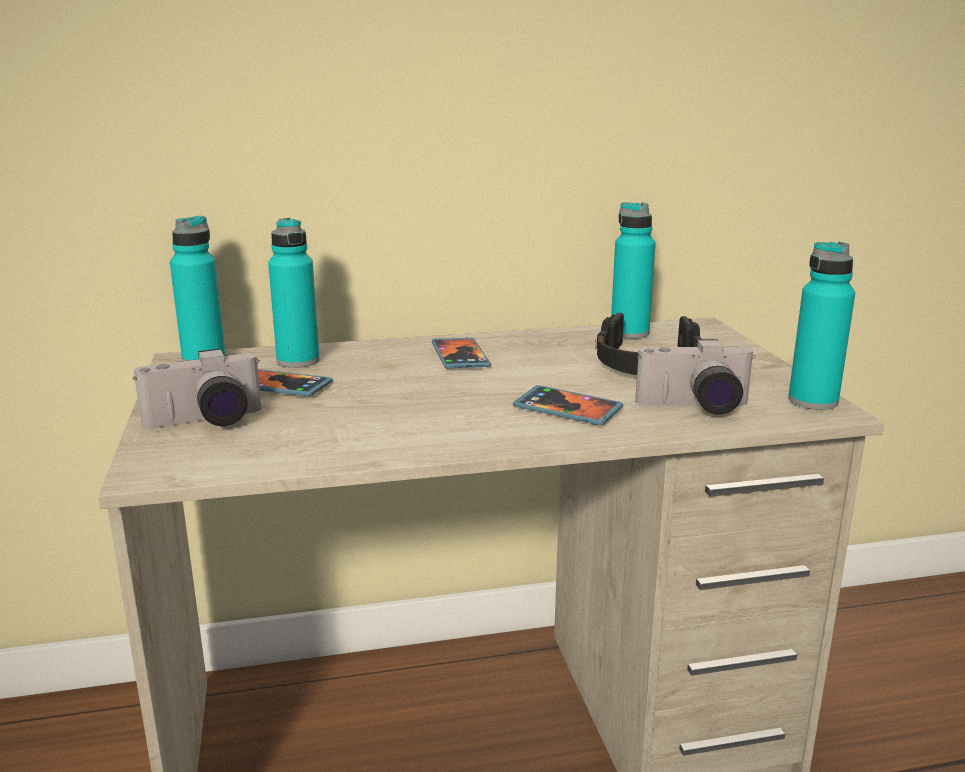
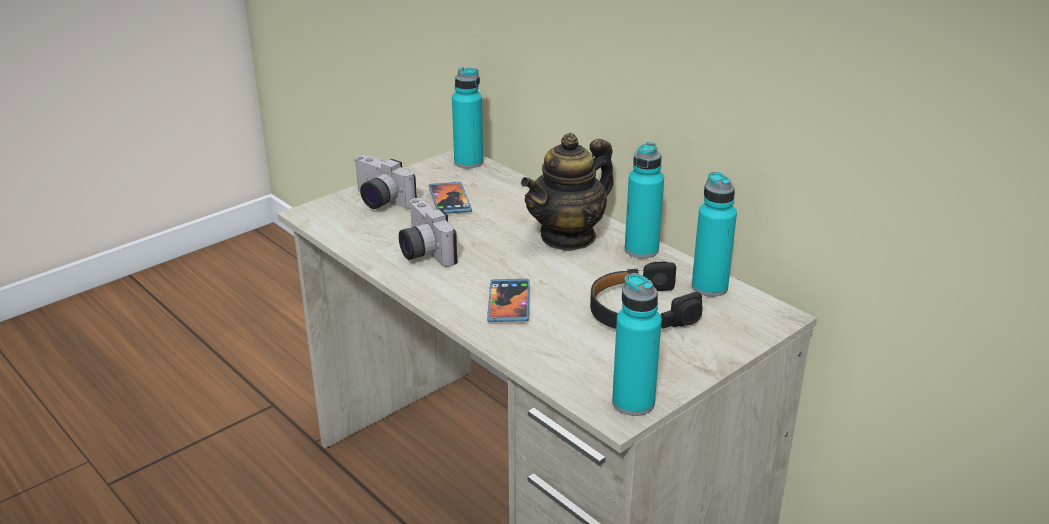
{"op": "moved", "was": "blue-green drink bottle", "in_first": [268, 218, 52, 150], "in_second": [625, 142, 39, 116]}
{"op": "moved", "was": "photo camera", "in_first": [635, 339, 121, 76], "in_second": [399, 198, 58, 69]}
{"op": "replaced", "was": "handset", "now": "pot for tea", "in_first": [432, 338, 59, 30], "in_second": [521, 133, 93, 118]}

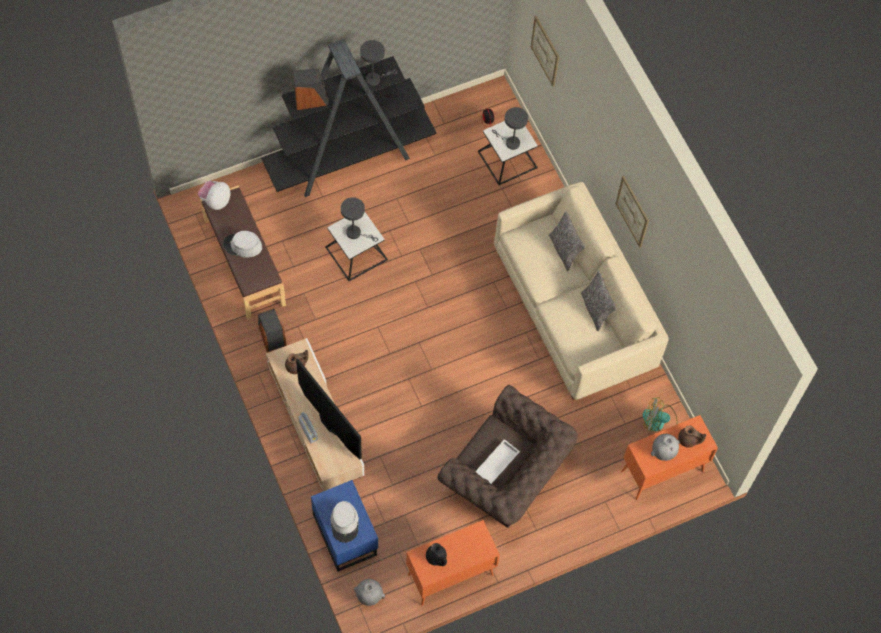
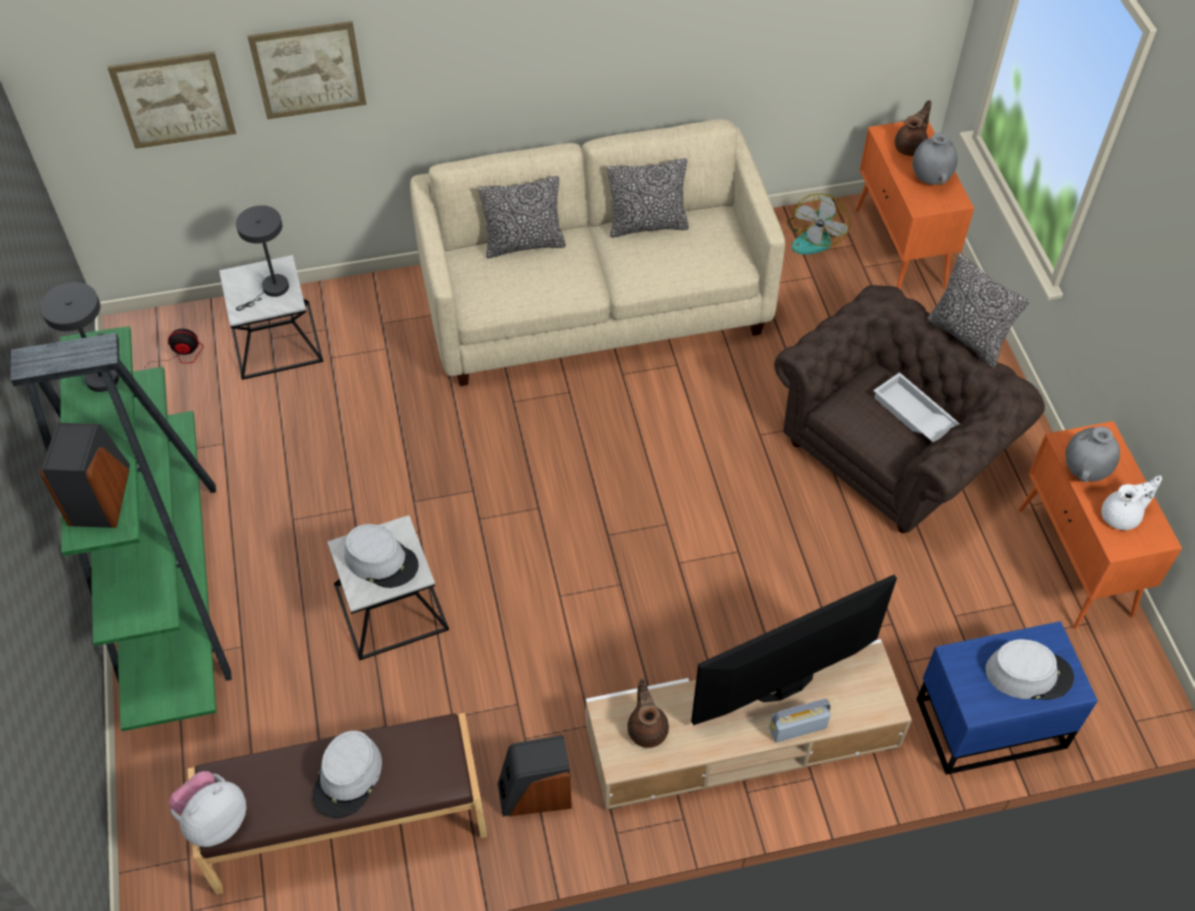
{"op": "added", "now": "pillow", "in_second": [927, 254, 103, 114]}
{"op": "moved", "was": "grey decorative vase", "in_first": [354, 579, 31, 27], "in_second": [1065, 426, 55, 56]}
{"op": "moved", "was": "picture", "in_first": [615, 176, 34, 71], "in_second": [248, 21, 119, 98]}
{"op": "replaced", "was": "grey lamp for a table", "now": "grey wearable hat", "in_first": [341, 197, 37, 45], "in_second": [344, 524, 75, 64]}
{"op": "recoloured", "was": "black-coloured bookshelf", "now": "green bookshelf", "in_first": [261, 39, 176, 158], "in_second": [11, 326, 221, 405]}
{"op": "recoloured", "was": "black-coloured pot for tea", "now": "white-coloured pot for tea", "in_first": [426, 543, 21, 23], "in_second": [1101, 475, 61, 55]}
{"op": "turned", "was": "soft toy", "in_first": [198, 181, 33, 29], "in_second": [169, 771, 77, 76], "clockwise": 90}

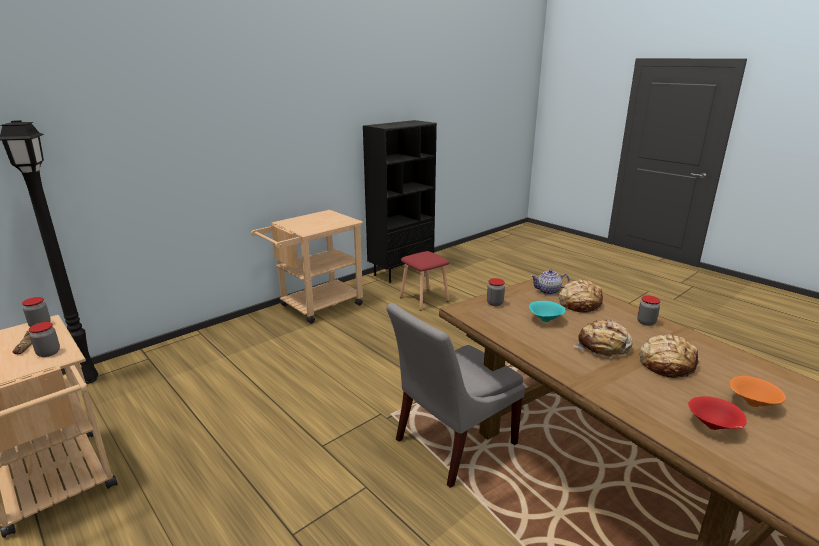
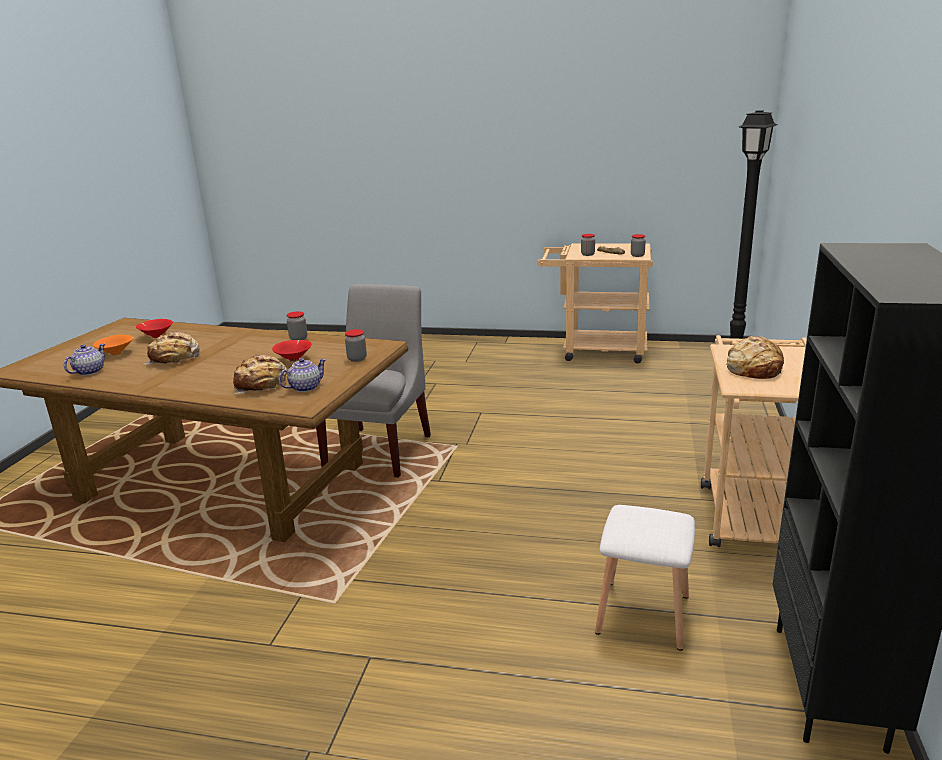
{"op": "added", "now": "pot for tea", "in_second": [64, 344, 41, 32]}
{"op": "moved", "was": "baked bread", "in_first": [573, 319, 60, 40], "in_second": [726, 336, 58, 43]}
{"op": "moved", "was": "jar", "in_first": [637, 296, 23, 30], "in_second": [287, 311, 20, 29]}
{"op": "recoloured", "was": "red-coloured stool", "now": "white-coloured stool", "in_first": [400, 251, 49, 60], "in_second": [595, 505, 100, 146]}
{"op": "recoloured", "was": "blue-green bowl", "now": "red-coloured bowl", "in_first": [529, 301, 37, 21], "in_second": [272, 340, 40, 22]}

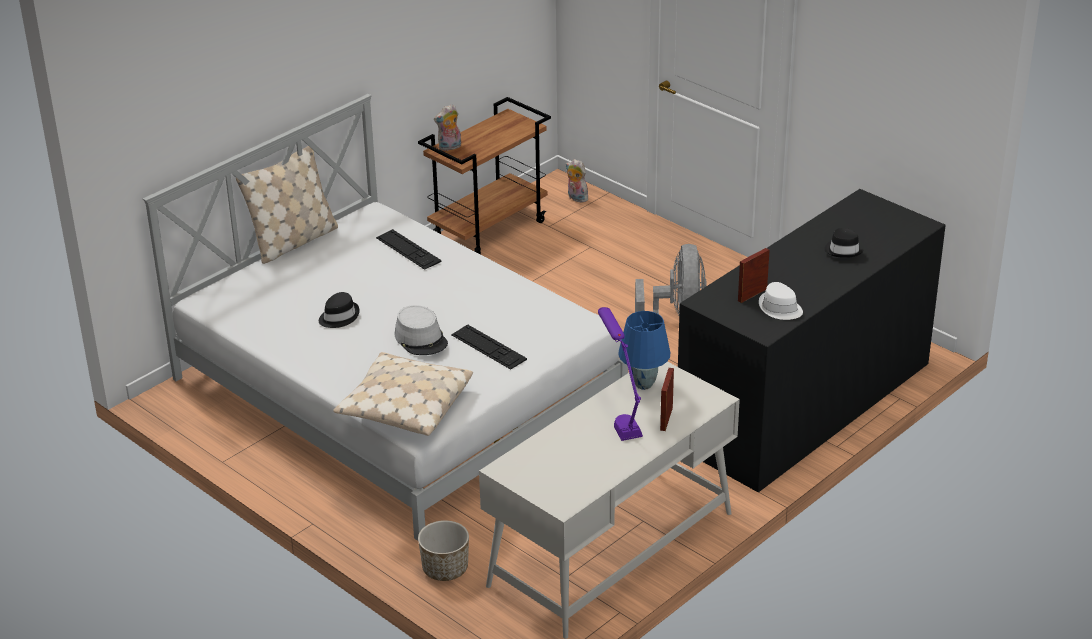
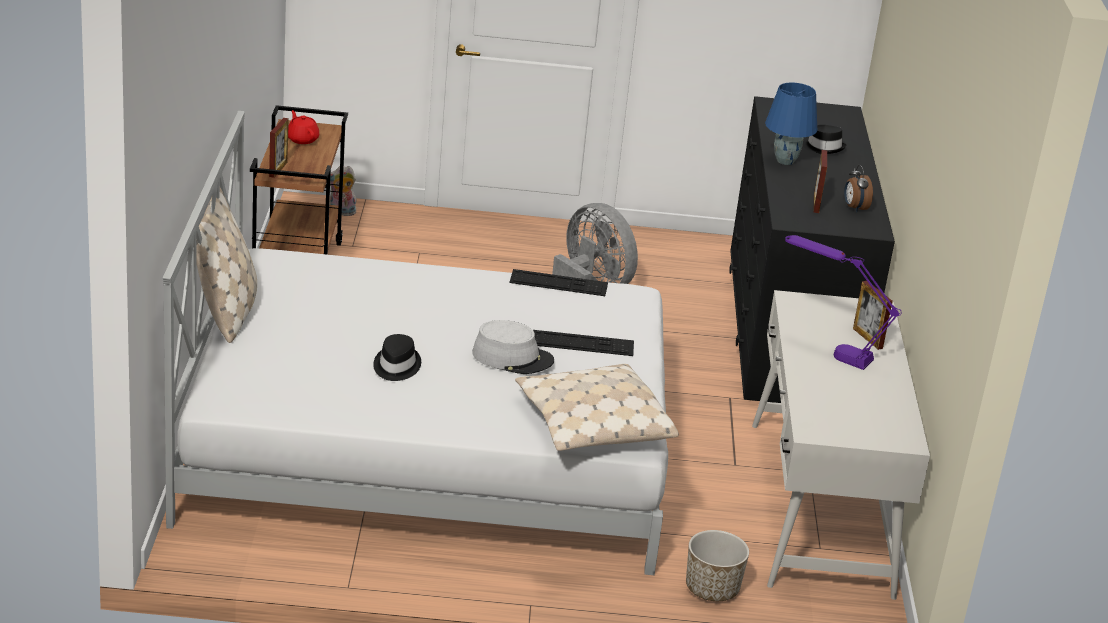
{"op": "added", "now": "red-coloured pot for tea", "in_second": [288, 110, 31, 34]}
{"op": "moved", "was": "PC keyboard", "in_first": [376, 229, 65, 41], "in_second": [509, 269, 99, 27]}
{"op": "moved", "was": "bluish lamp for a table", "in_first": [618, 311, 52, 79], "in_second": [765, 82, 52, 83]}
{"op": "replaced", "was": "soft toy", "now": "standing frame", "in_first": [434, 104, 27, 47], "in_second": [269, 118, 20, 60]}
{"op": "replaced", "was": "white-coloured wearable hat", "now": "table clock", "in_first": [759, 282, 44, 38], "in_second": [844, 165, 29, 48]}

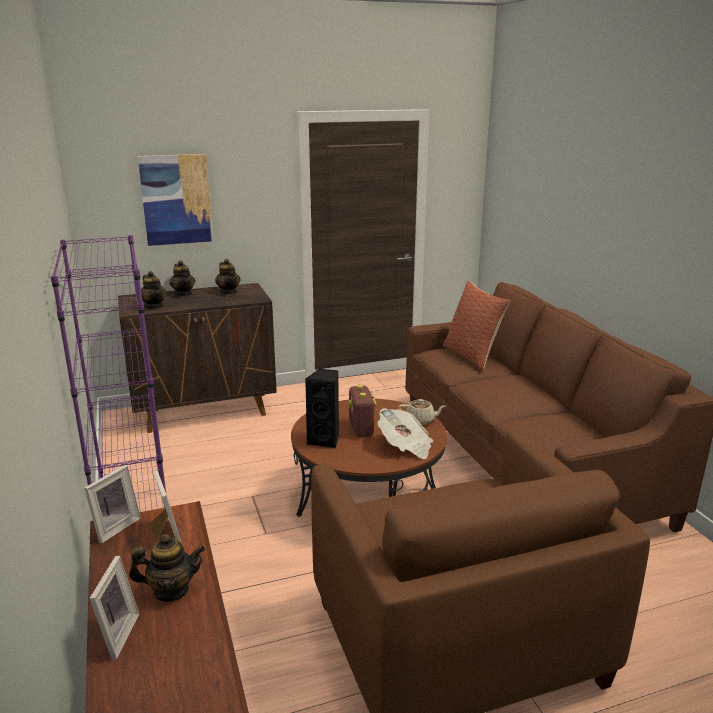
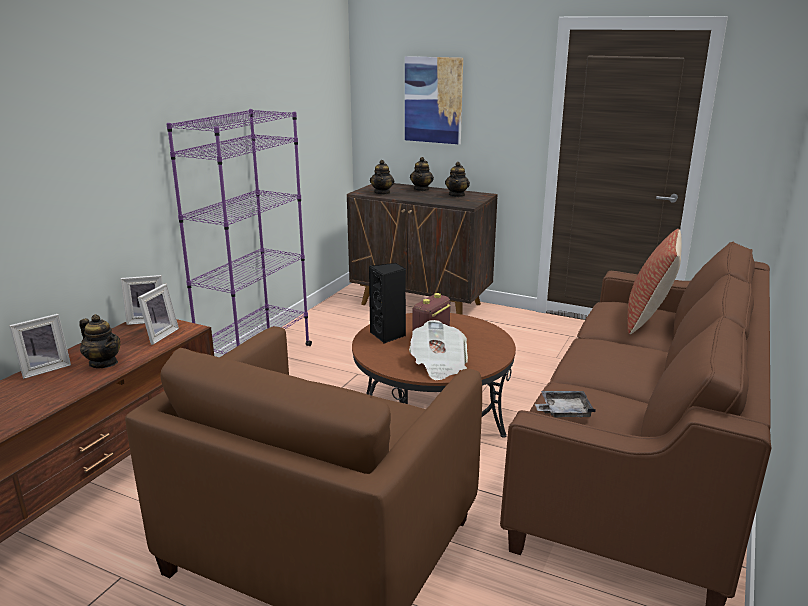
{"op": "removed", "was": "beige-coloured pot for tea", "in_first": [398, 399, 48, 26]}
{"op": "added", "now": "grey serving tray", "in_second": [535, 391, 60, 26]}

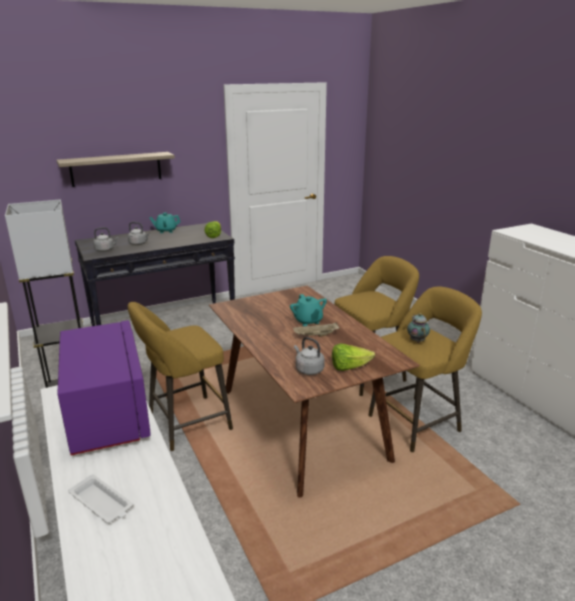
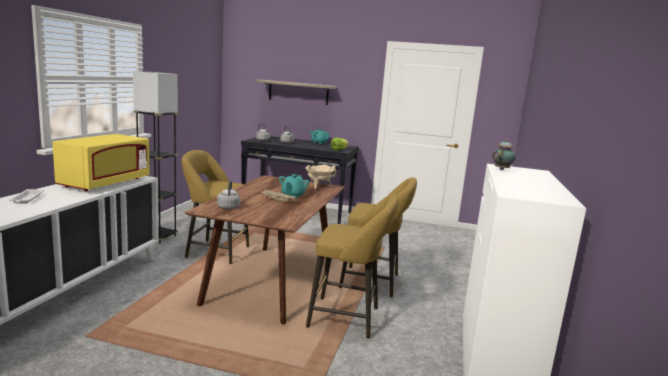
{"op": "removed", "was": "lettuce", "in_first": [332, 343, 43, 28]}
{"op": "added", "now": "beige-coloured cooking pot", "in_second": [305, 165, 31, 24]}
{"op": "moved", "was": "pot for tea", "in_first": [407, 313, 23, 30], "in_second": [492, 139, 24, 31]}
{"op": "recoloured", "was": "purplish kitchen microwave", "now": "yellow-coloured kitchen microwave", "in_first": [57, 320, 94, 135], "in_second": [52, 134, 98, 57]}

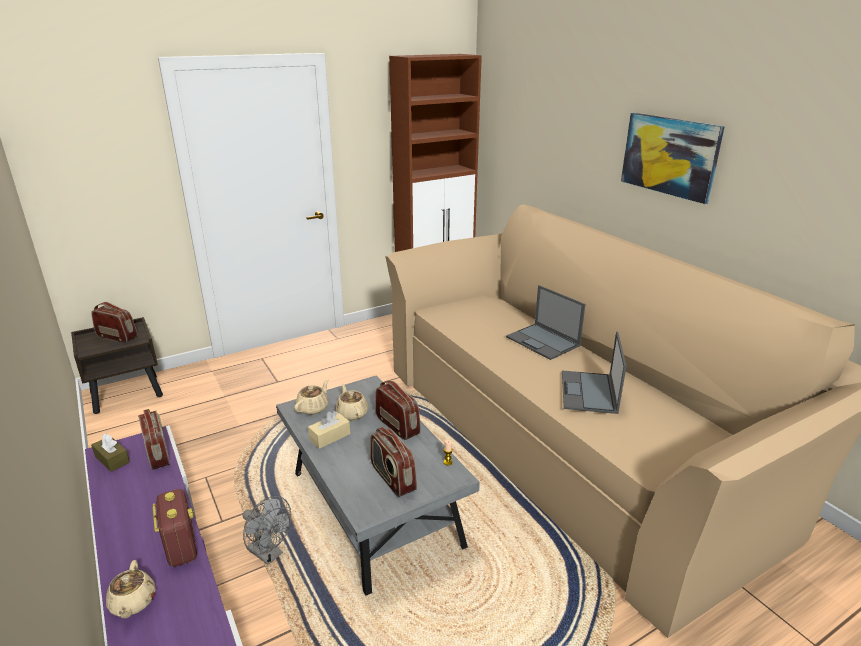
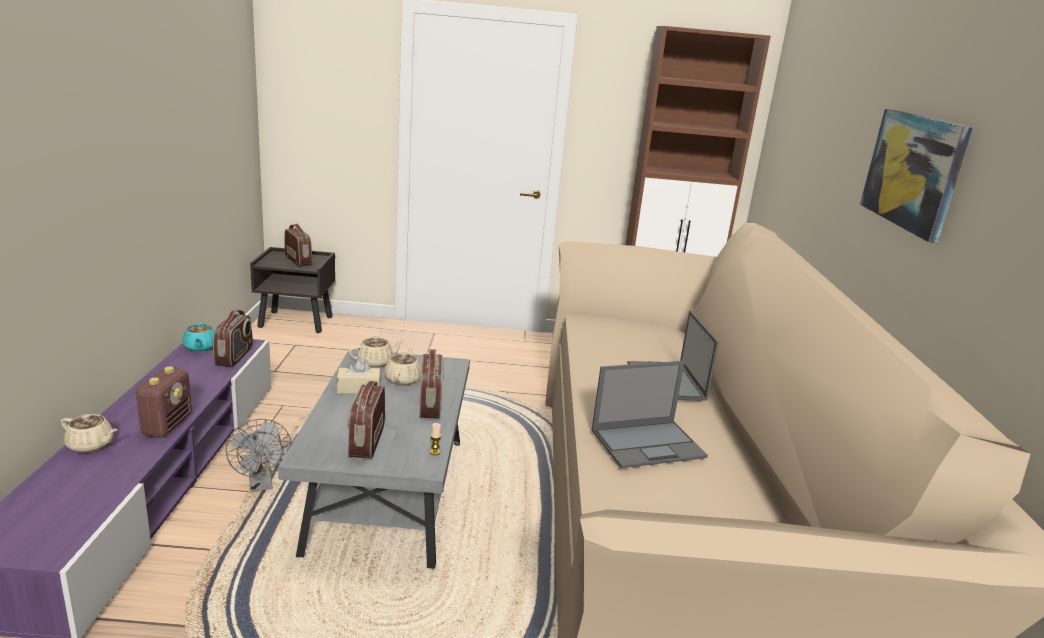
{"op": "replaced", "was": "brownish box of tissues", "now": "blue-green pot for tea", "in_first": [91, 434, 39, 38], "in_second": [182, 322, 32, 30]}
{"op": "turned", "was": "beige-coloured pot for tea", "in_first": [106, 560, 50, 58], "in_second": [61, 414, 57, 39], "clockwise": -90}
{"op": "turned", "was": "notebook computer", "in_first": [562, 331, 64, 83], "in_second": [592, 361, 116, 107], "clockwise": -150}

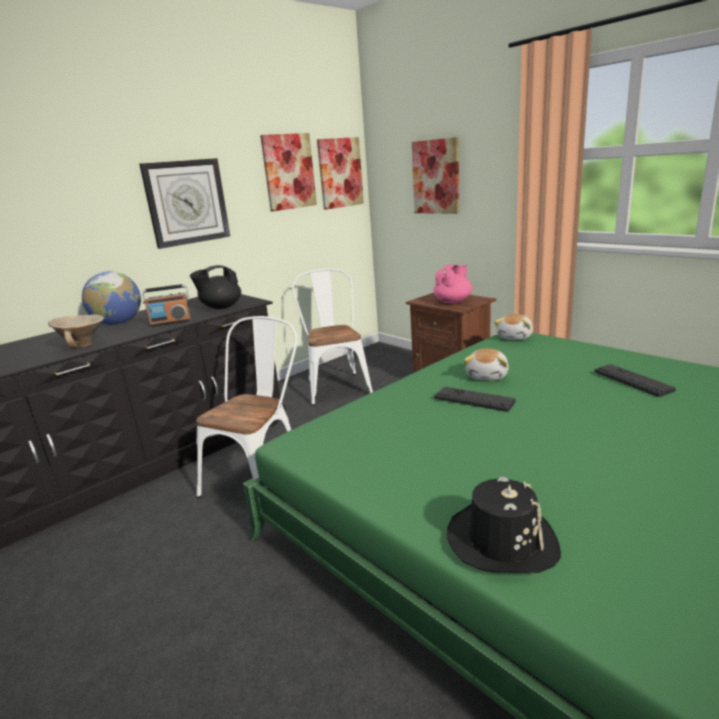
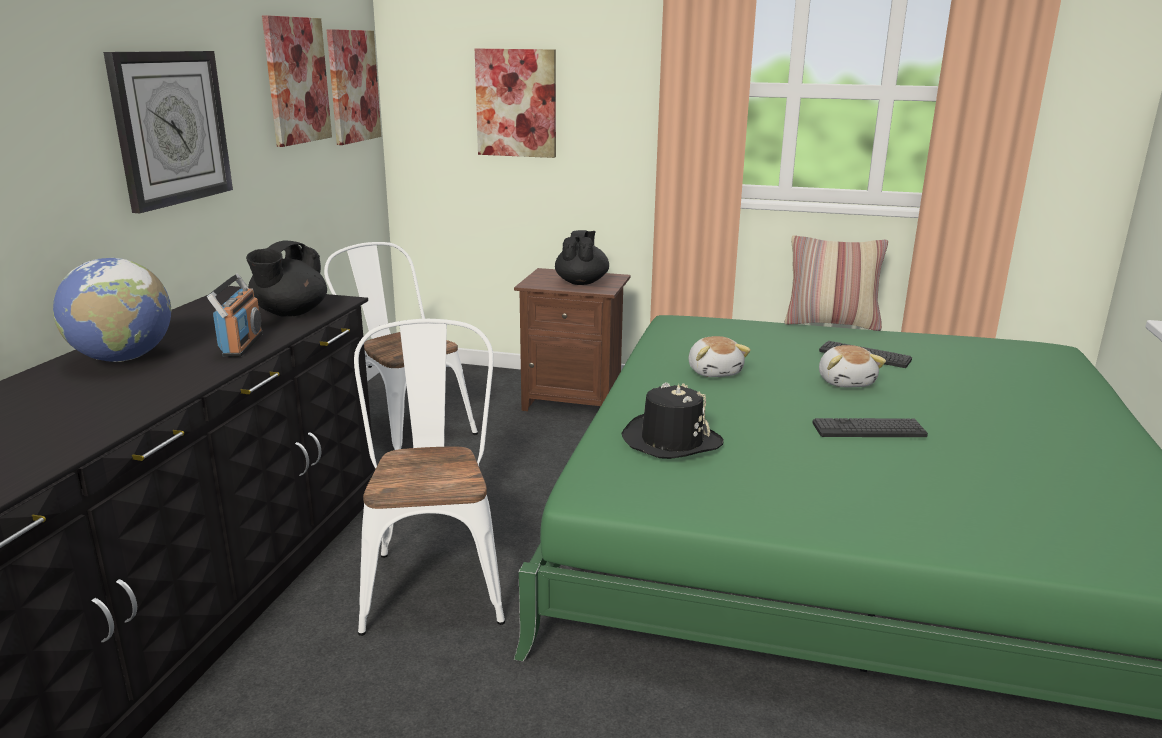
{"op": "removed", "was": "beige-coloured bowl", "in_first": [48, 314, 56, 35]}
{"op": "added", "now": "pillow", "in_second": [784, 235, 104, 96]}
{"op": "moved", "was": "PC keyboard", "in_first": [434, 386, 82, 26], "in_second": [813, 418, 115, 19]}
{"op": "moved", "was": "black-coloured wearable hat", "in_first": [447, 477, 114, 96], "in_second": [621, 382, 103, 77]}
{"op": "moved", "was": "soft toy", "in_first": [494, 314, 39, 26], "in_second": [819, 345, 67, 42]}
{"op": "recoloured", "was": "pink-coloured pot for tea", "now": "black-coloured pot for tea", "in_first": [433, 265, 39, 38], "in_second": [555, 230, 54, 55]}
{"op": "turned", "was": "radio", "in_first": [142, 284, 49, 43], "in_second": [207, 274, 56, 83], "clockwise": -45}

